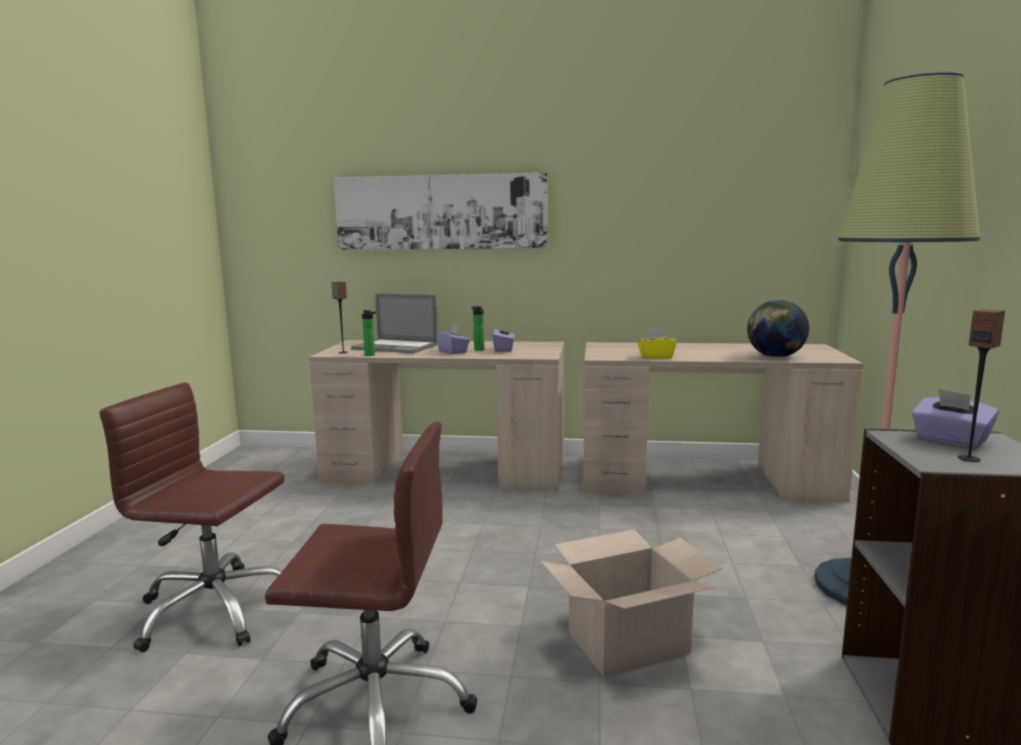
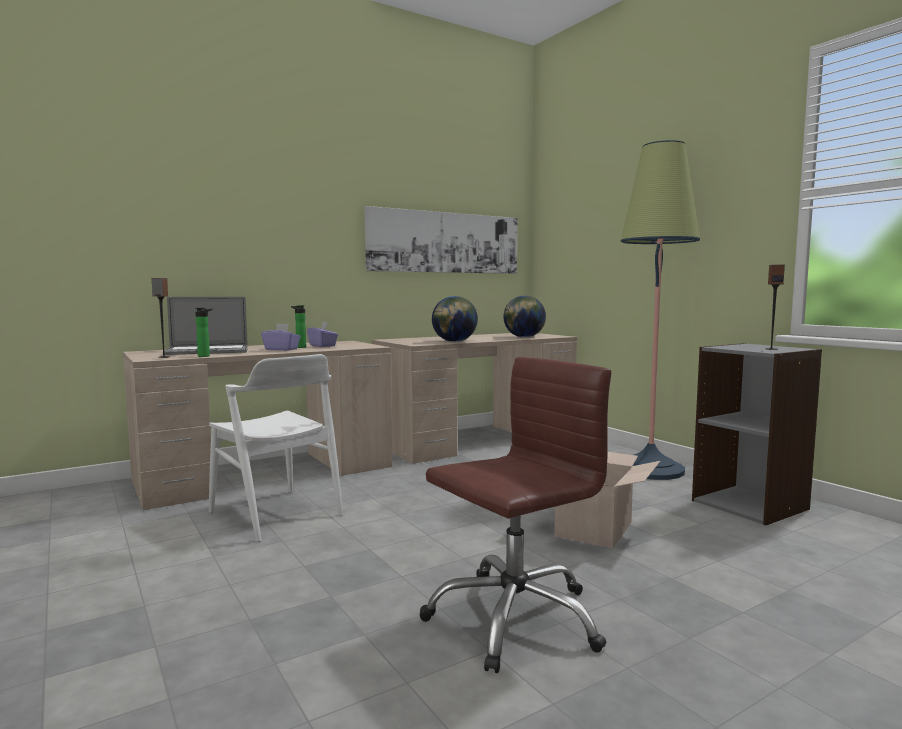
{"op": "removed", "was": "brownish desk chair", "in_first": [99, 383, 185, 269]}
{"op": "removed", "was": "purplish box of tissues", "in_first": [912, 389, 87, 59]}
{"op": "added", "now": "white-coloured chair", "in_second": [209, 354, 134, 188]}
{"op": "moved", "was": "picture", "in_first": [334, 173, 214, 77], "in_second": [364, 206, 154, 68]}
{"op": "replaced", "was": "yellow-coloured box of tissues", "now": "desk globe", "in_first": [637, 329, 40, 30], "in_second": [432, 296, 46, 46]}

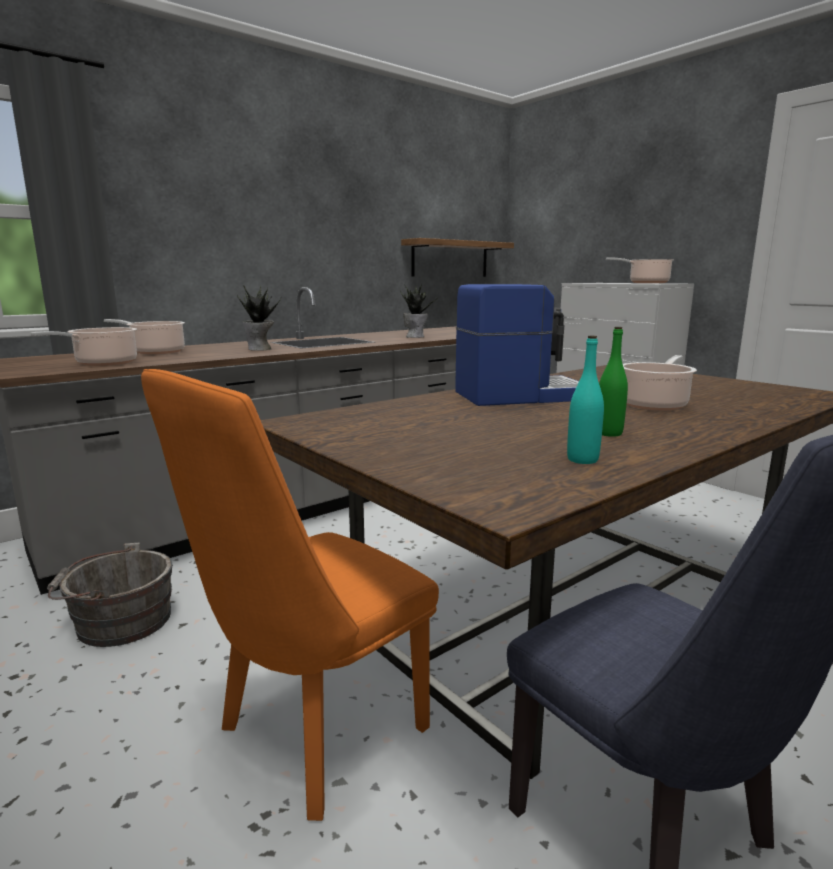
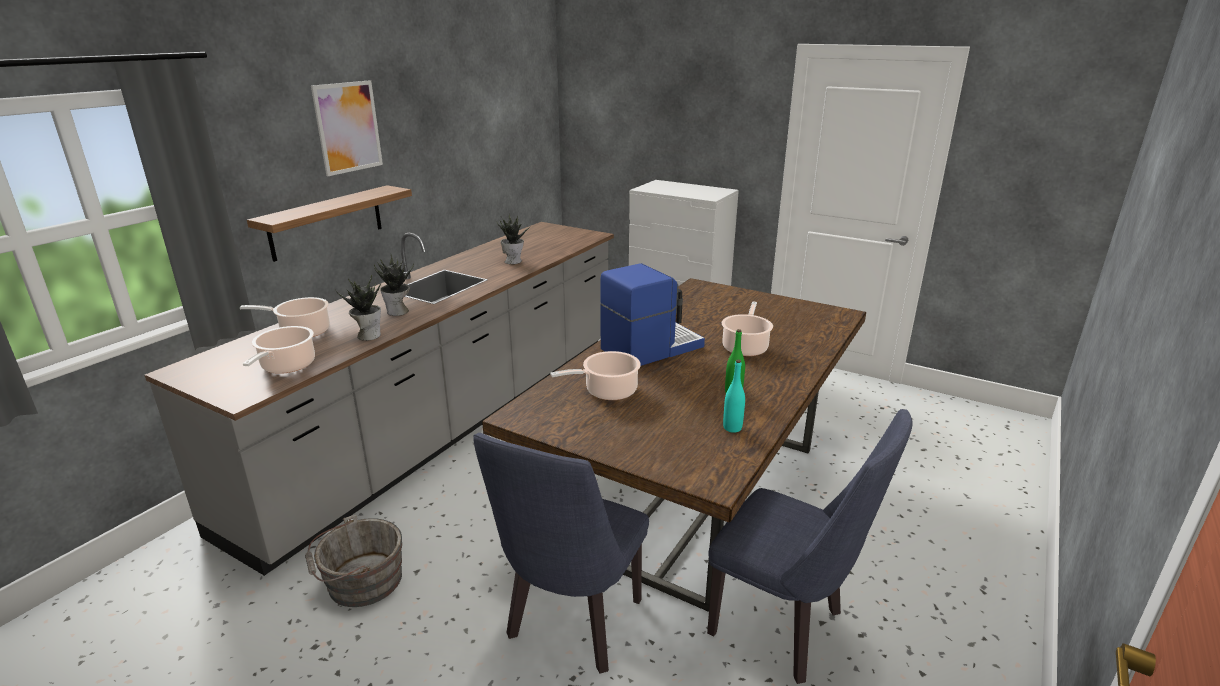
{"op": "added", "now": "picture", "in_second": [311, 80, 72, 96]}
{"op": "added", "now": "houseplant", "in_second": [336, 275, 45, 66]}
{"op": "moved", "was": "shelf", "in_first": [401, 238, 113, 39], "in_second": [247, 185, 165, 77]}
{"op": "moved", "was": "cooking pot", "in_first": [606, 257, 67, 26], "in_second": [550, 351, 91, 49]}
{"op": "recoloured", "was": "orangey chair", "now": "bluish chair", "in_first": [141, 369, 298, 452], "in_second": [473, 433, 176, 241]}

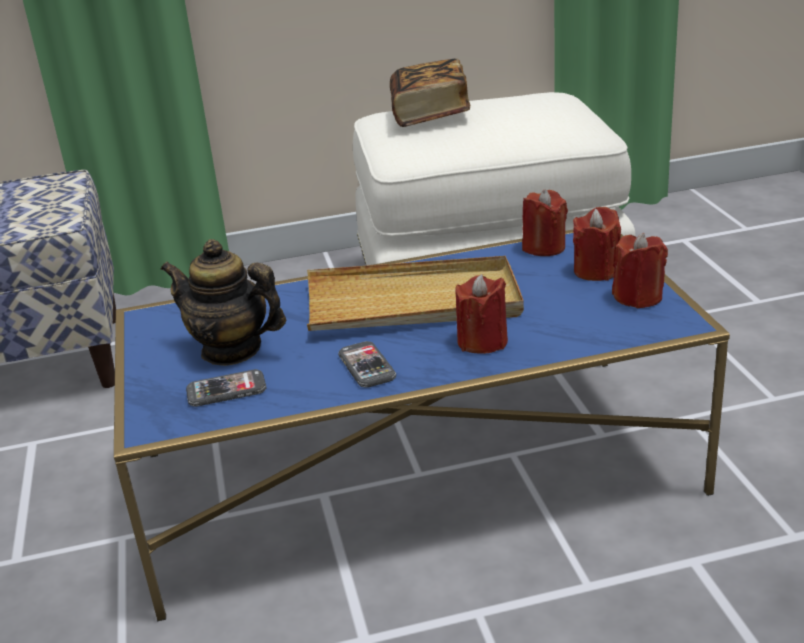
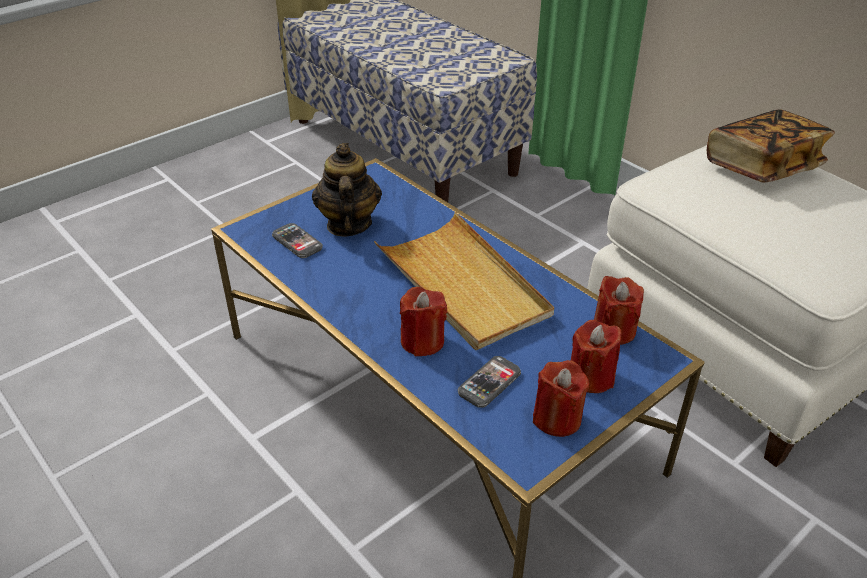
{"op": "moved", "was": "handset", "in_first": [338, 341, 58, 47], "in_second": [458, 356, 63, 52]}

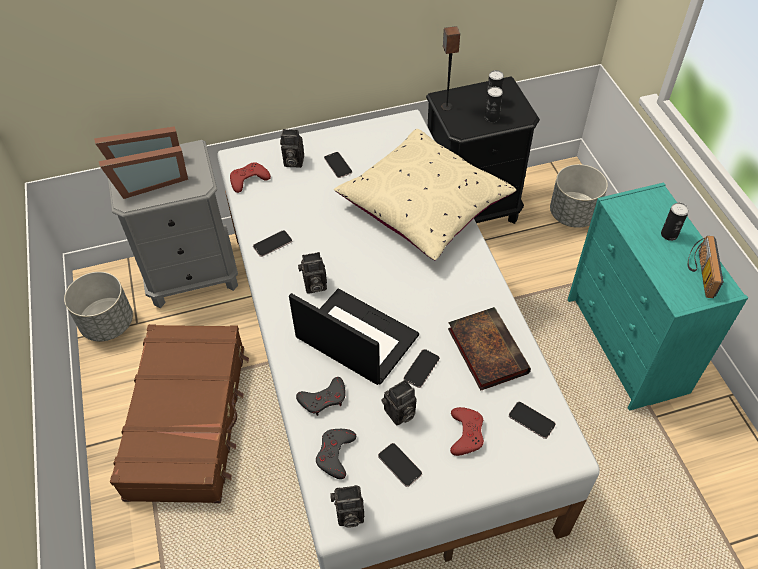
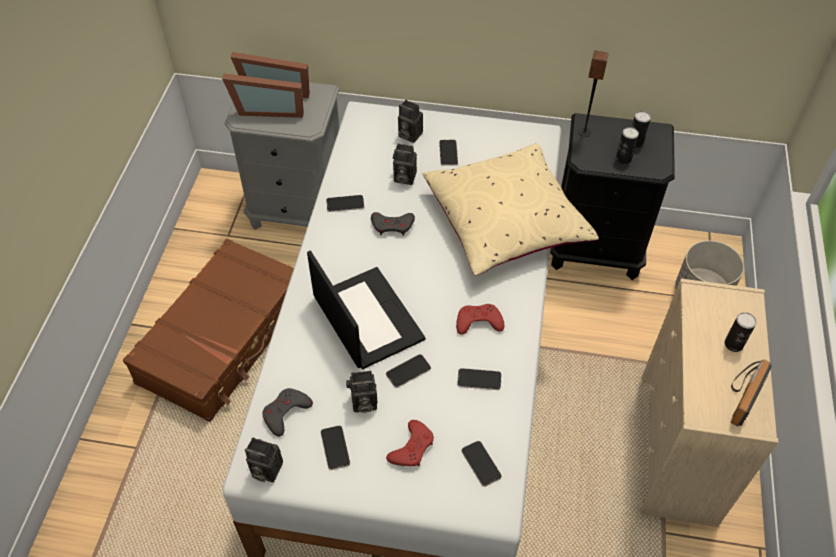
{"op": "removed", "was": "grey plant pot", "in_first": [64, 272, 69, 70]}
{"op": "moved", "was": "red-coloured gamepad", "in_first": [230, 162, 41, 31], "in_second": [456, 304, 48, 31]}
{"op": "moved", "was": "grey gamepad", "in_first": [296, 377, 50, 39], "in_second": [371, 212, 44, 24]}
{"op": "moved", "was": "photo camera", "in_first": [298, 252, 29, 42], "in_second": [393, 143, 24, 42]}
{"op": "replaced", "was": "bound book", "now": "handset", "in_first": [448, 307, 83, 83], "in_second": [457, 368, 45, 22]}
{"op": "recoloured", "was": "blue-green chest of drawers", "now": "beige-coloured chest of drawers", "in_first": [568, 182, 180, 229], "in_second": [640, 278, 139, 249]}

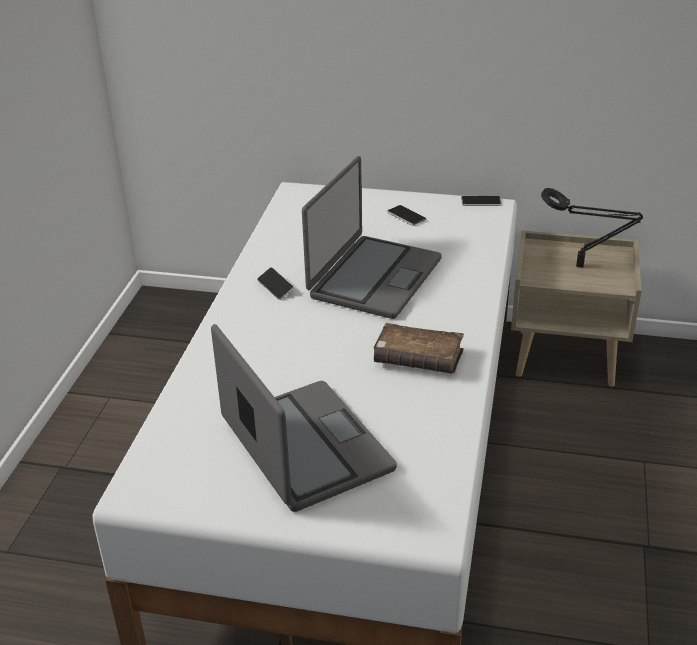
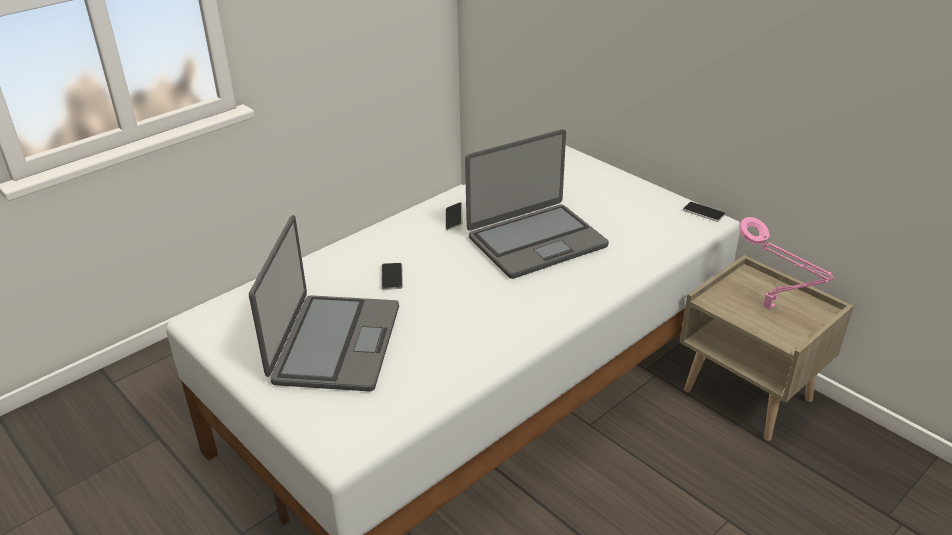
{"op": "removed", "was": "brownish bound book", "in_first": [374, 323, 90, 51]}
{"op": "moved", "was": "handset", "in_first": [387, 205, 39, 21], "in_second": [381, 263, 22, 27]}
{"op": "recoloured", "was": "black-coloured lamp for a table", "now": "pink-coloured lamp for a table", "in_first": [541, 188, 102, 79], "in_second": [739, 217, 95, 93]}

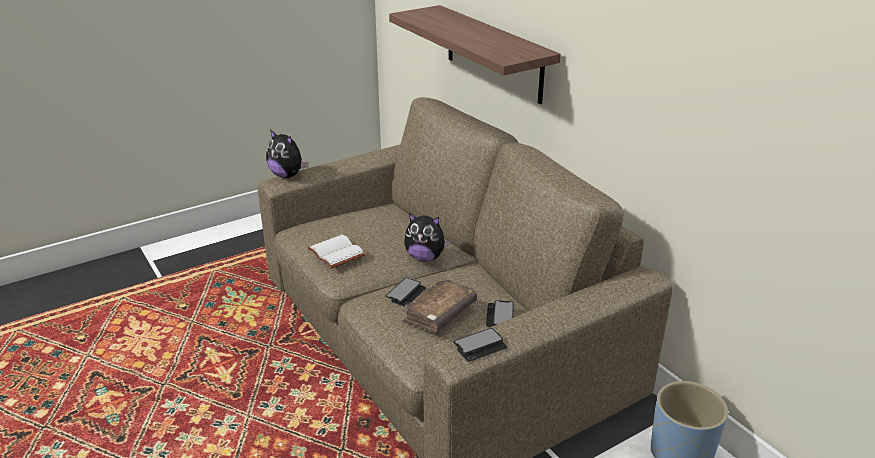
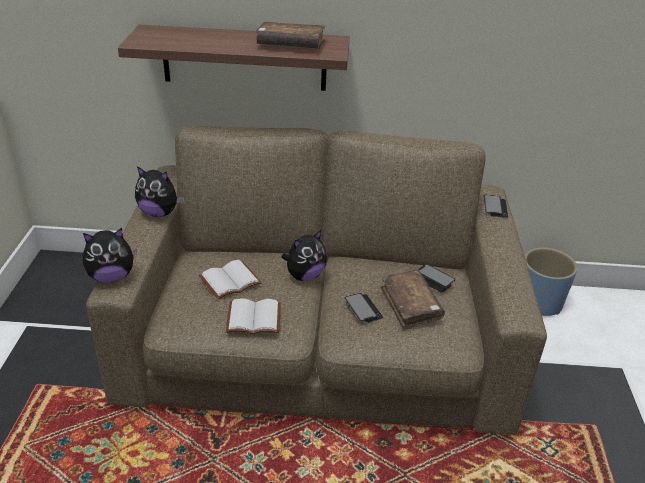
{"op": "added", "now": "soft toy", "in_second": [135, 166, 49, 51]}
{"op": "added", "now": "white-coloured bound book", "in_second": [199, 260, 63, 39]}
{"op": "added", "now": "brownish bound book", "in_second": [256, 21, 70, 28]}
{"op": "moved", "was": "handset", "in_first": [454, 328, 53, 34], "in_second": [484, 195, 24, 23]}

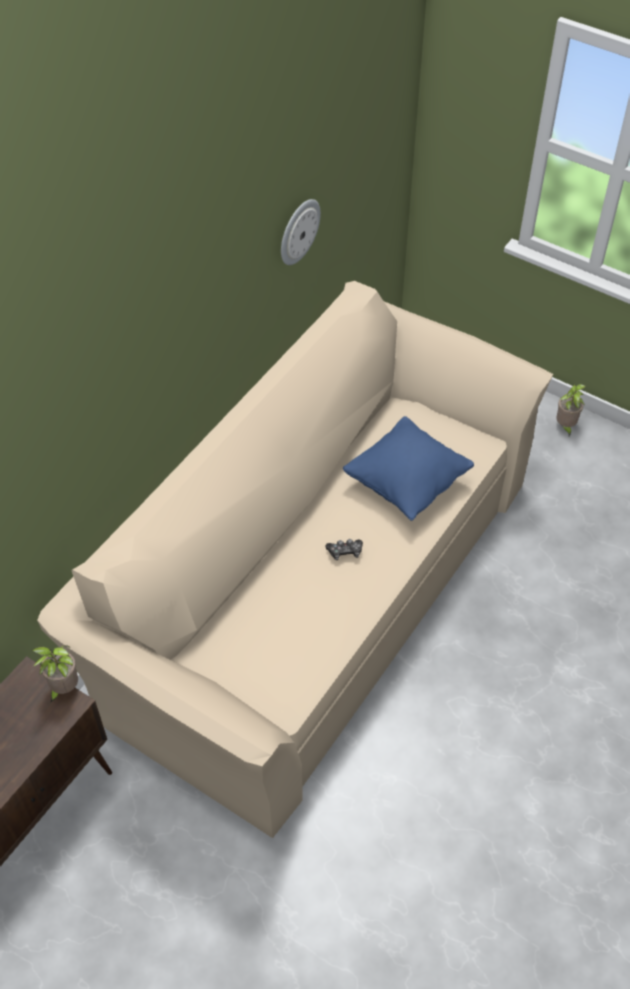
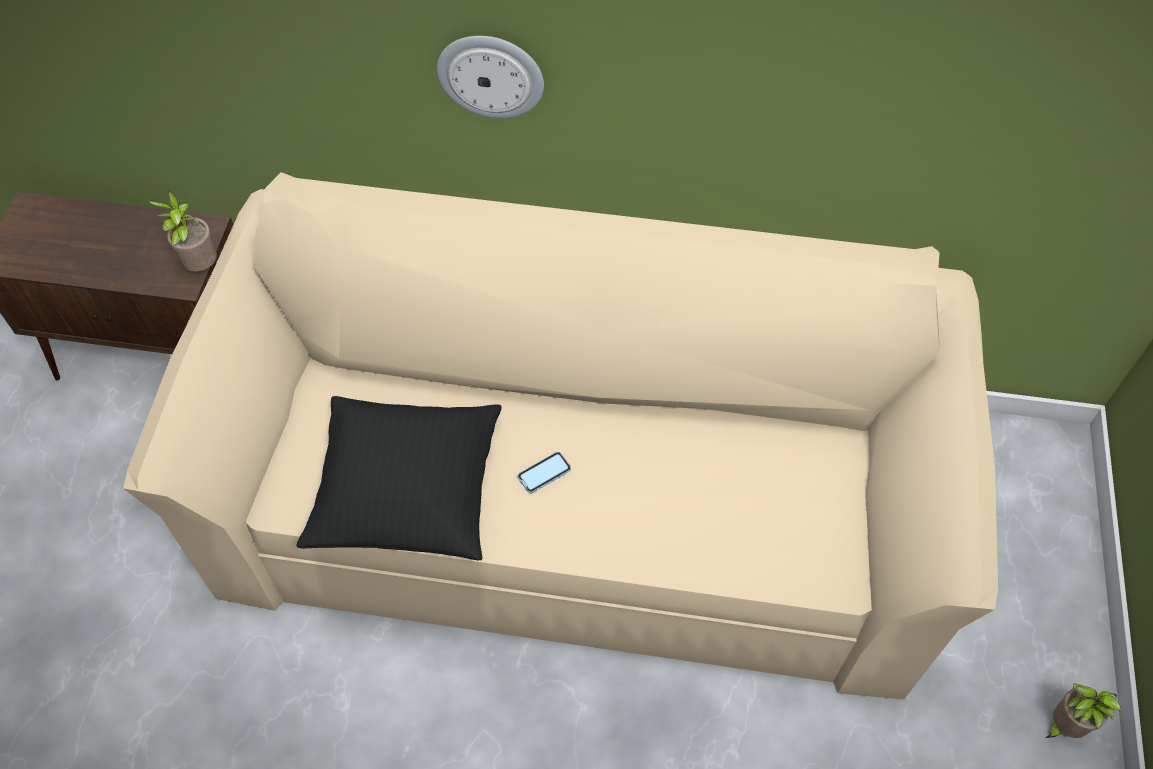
{"op": "removed", "was": "bluish pillow", "in_first": [343, 416, 131, 105]}
{"op": "added", "now": "black-coloured pillow", "in_second": [296, 396, 206, 164]}
{"op": "moved", "was": "clock on the wall", "in_first": [281, 199, 40, 66], "in_second": [437, 36, 107, 82]}
{"op": "replaced", "was": "gamepad", "now": "handset", "in_first": [325, 539, 38, 21], "in_second": [518, 452, 53, 41]}

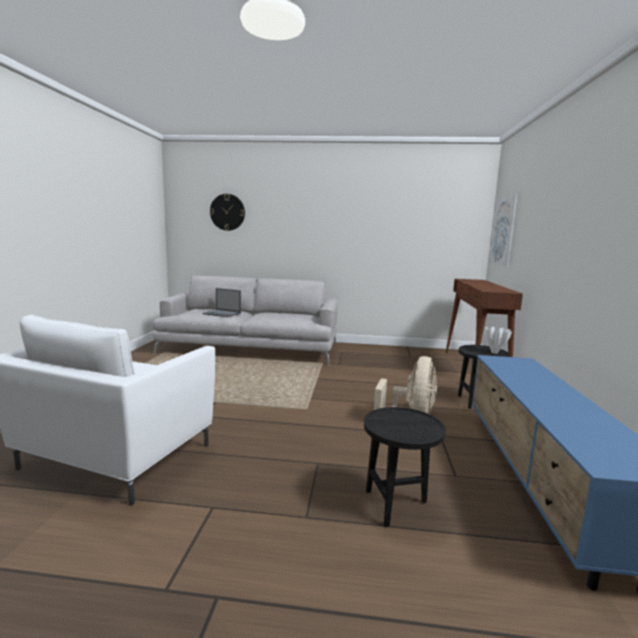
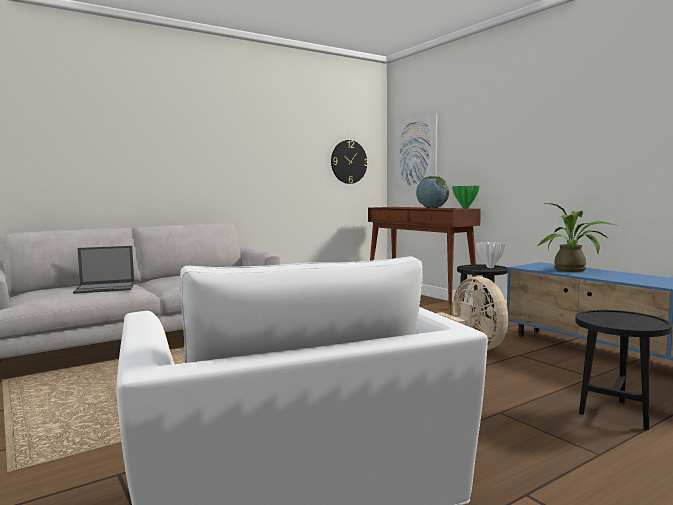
{"op": "added", "now": "desk globe", "in_second": [416, 176, 33, 32]}
{"op": "added", "now": "green decorative vase", "in_second": [452, 186, 28, 23]}
{"op": "added", "now": "houseplant", "in_second": [537, 203, 81, 69]}
{"op": "moved", "was": "clock on the wall", "in_first": [210, 194, 35, 37], "in_second": [331, 140, 37, 44]}

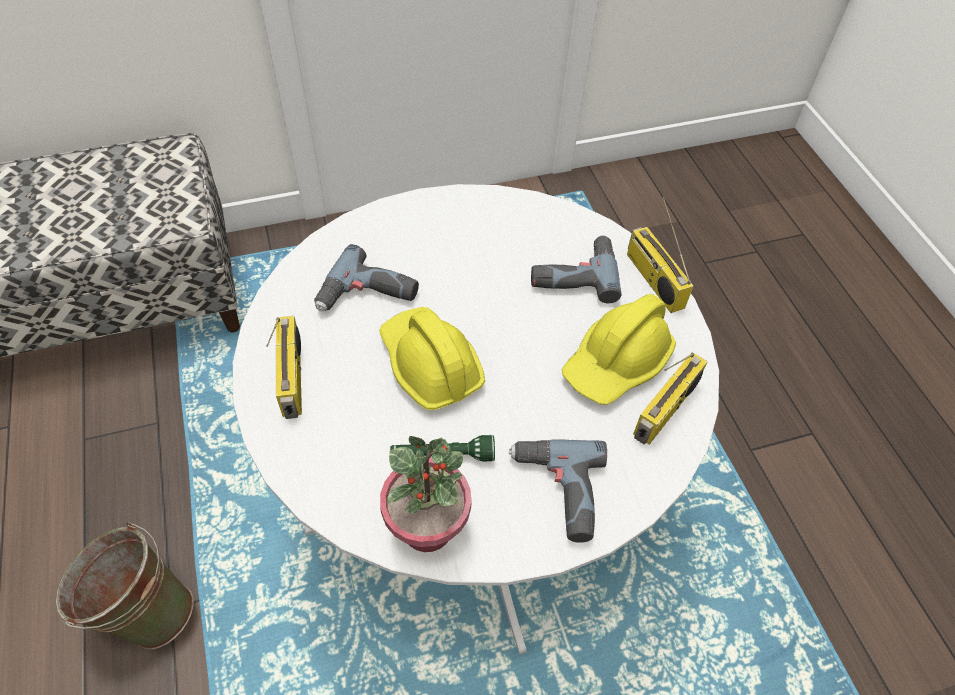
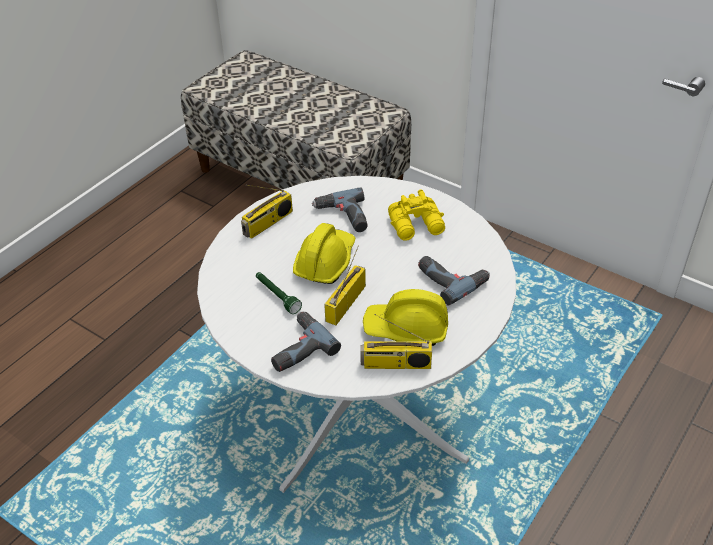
{"op": "removed", "was": "green pail", "in_first": [56, 522, 138, 127]}
{"op": "removed", "was": "houseplant", "in_first": [380, 436, 91, 116]}
{"op": "added", "now": "yellow-coloured binoculars", "in_second": [388, 189, 57, 52]}
{"op": "moved", "was": "radio", "in_first": [627, 197, 66, 116], "in_second": [324, 246, 42, 79]}

